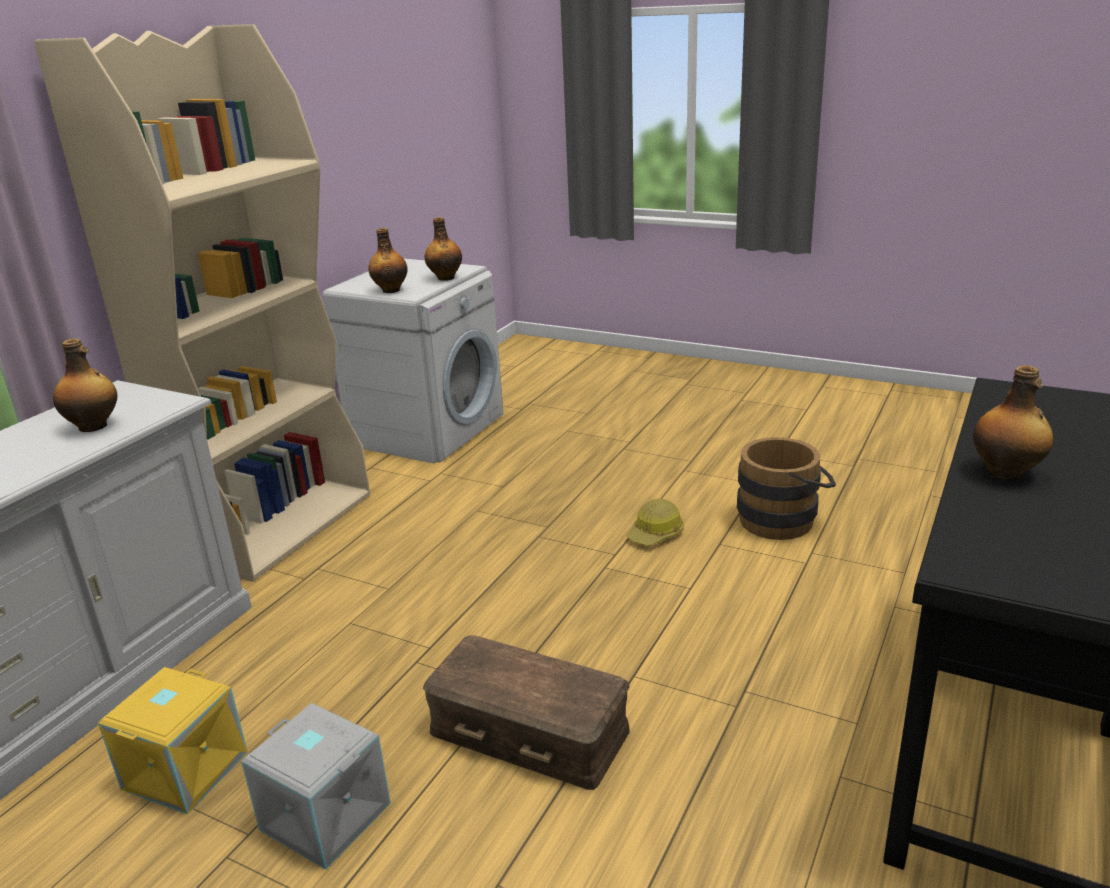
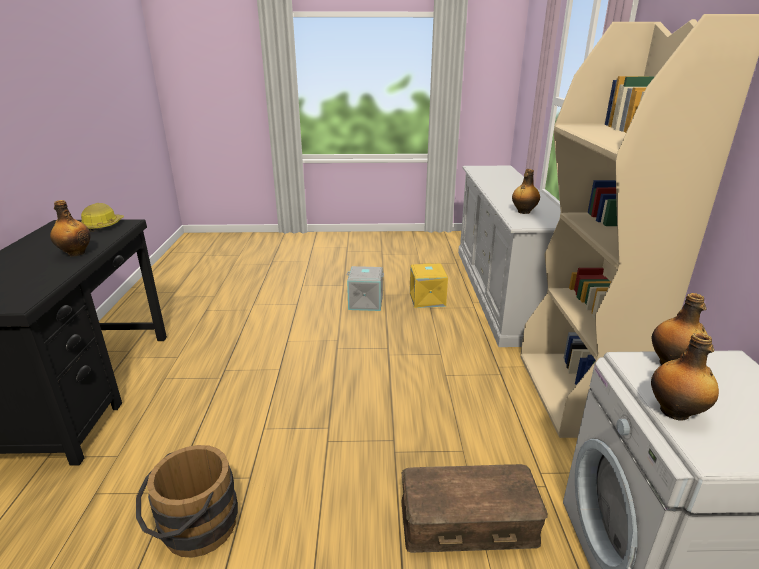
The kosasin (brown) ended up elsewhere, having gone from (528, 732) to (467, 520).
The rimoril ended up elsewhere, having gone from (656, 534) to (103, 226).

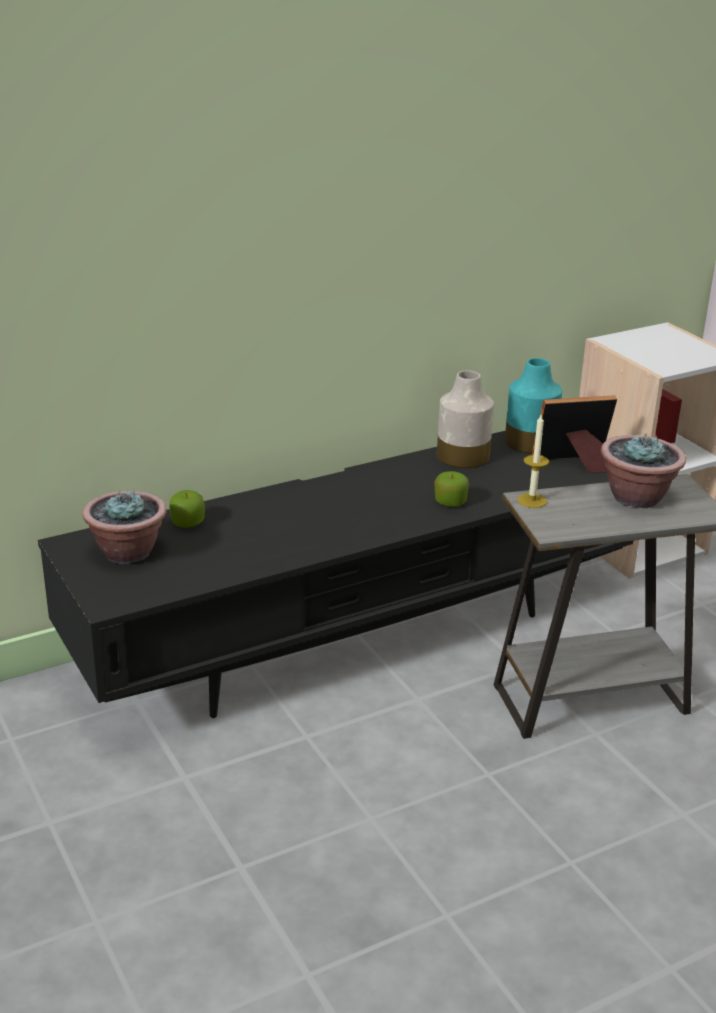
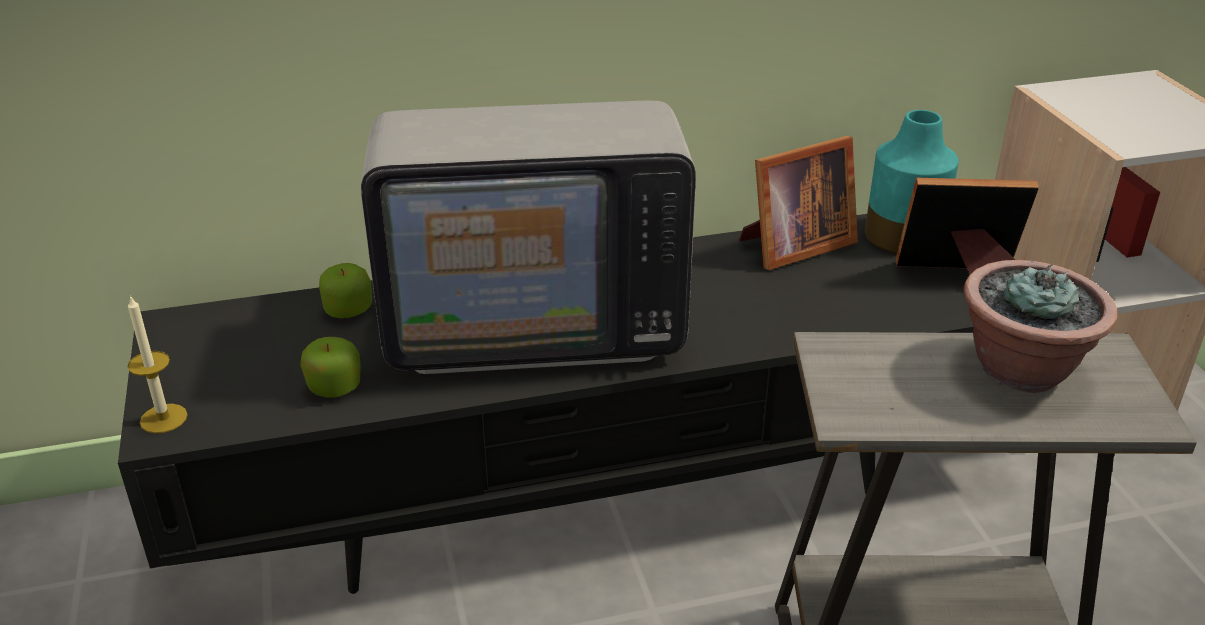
The second view lost the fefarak at (127, 552).
The second view gained the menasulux at (533, 321).
The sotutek ended up elsewhere, having gone from (450, 502) to (334, 387).
The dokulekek ended up elsewhere, having gone from (532, 500) to (163, 418).
Where the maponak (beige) stood at (463, 455), the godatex came to stand at (792, 246).

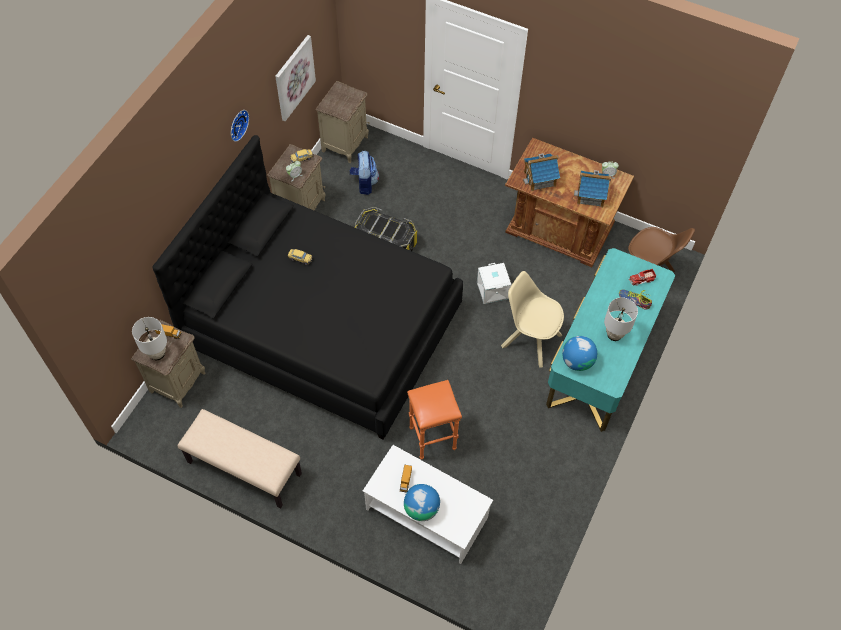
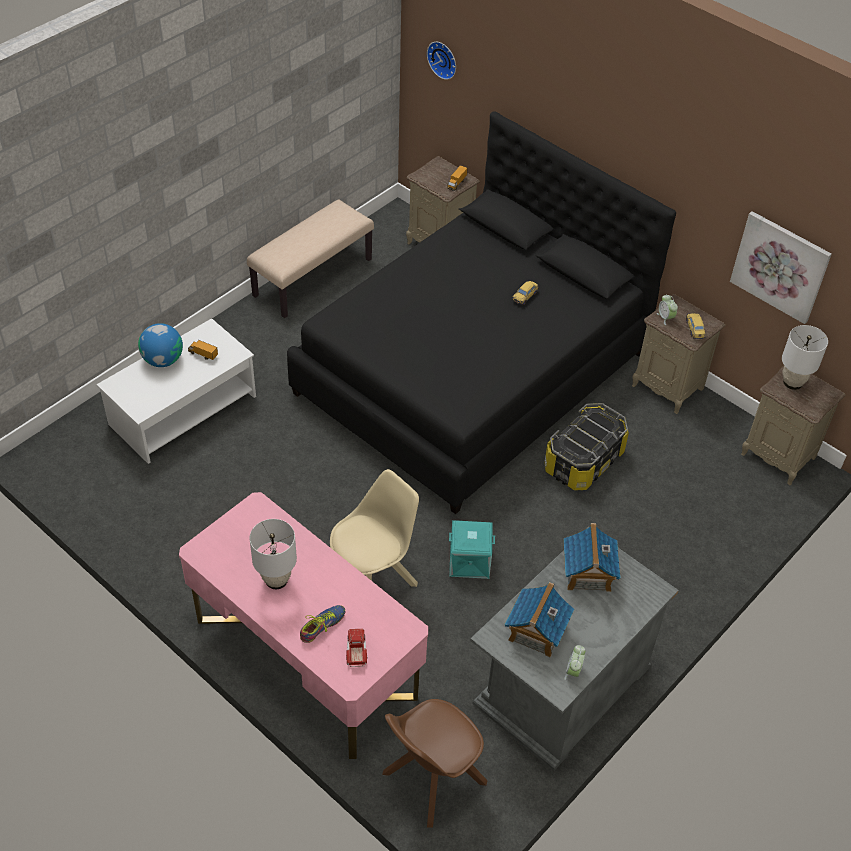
The second view lost the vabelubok at (364, 183).
The second view lost the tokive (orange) at (432, 439).
The second view lost the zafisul at (577, 361).
The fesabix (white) ended up elsewhere, having gone from (157, 353) to (793, 382).
The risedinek ended up elsewhere, having gone from (237, 124) to (443, 59).
What was the kosasin (white) at (492, 290) turned into the kosasin (turquoise) at (470, 560).
What was the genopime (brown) at (560, 228) turned into the genopime (grey) at (561, 684).
What was the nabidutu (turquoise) at (601, 360) turned into the nabidutu (pink) at (306, 658).

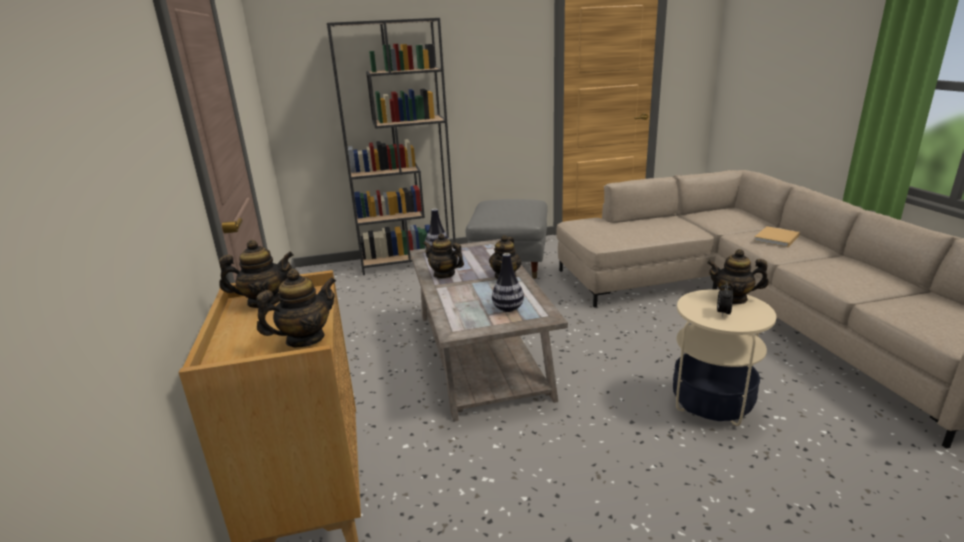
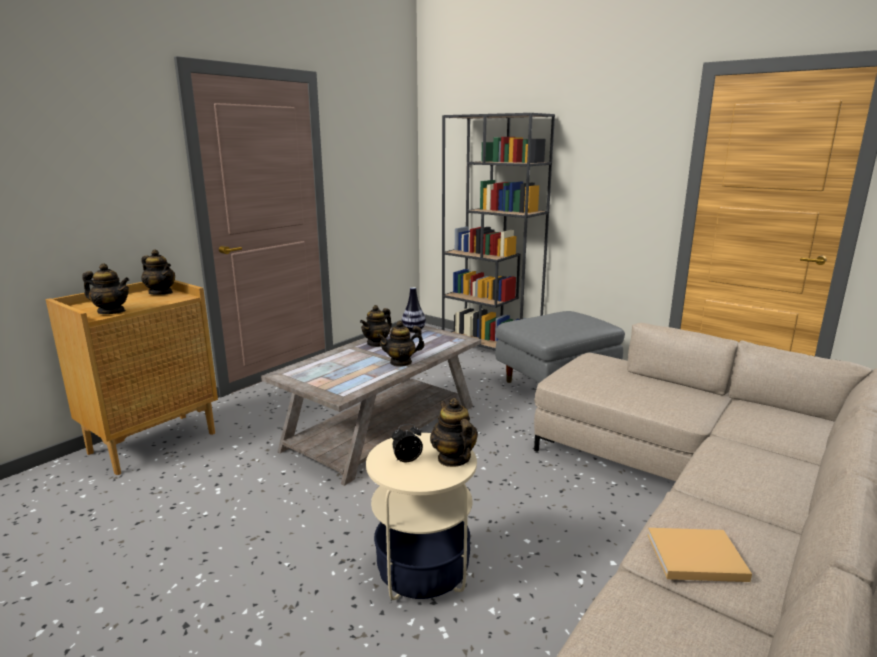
The second view lost the maponak at (508, 309).
The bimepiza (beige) ended up elsewhere, having gone from (776, 239) to (693, 557).
The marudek at (444, 274) ended up facing another way, 135 degrees counterclockwise from before.

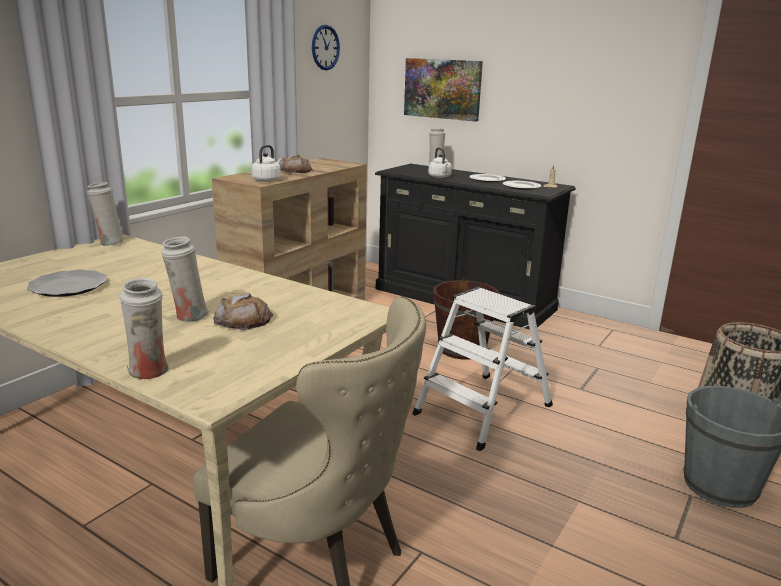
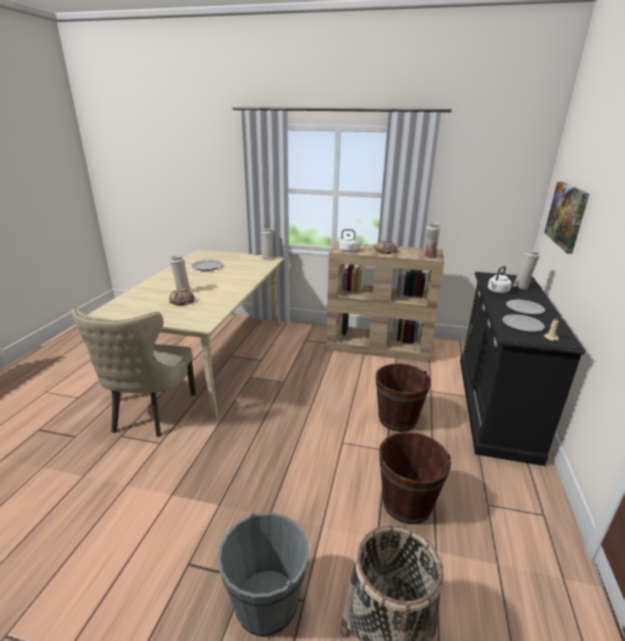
The second view lost the risedinek at (325, 47).
The second view lost the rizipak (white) at (484, 409).
The second view gained the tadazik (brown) at (407, 503).
The maponak (white) ended up elsewhere, having gone from (149, 373) to (430, 256).

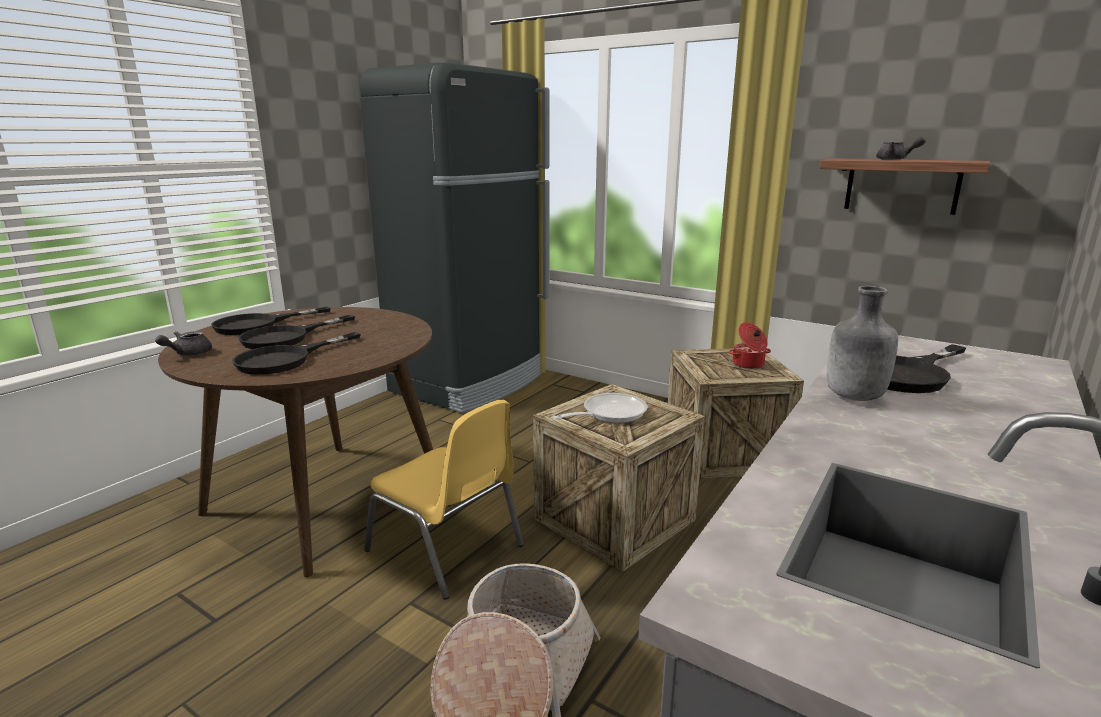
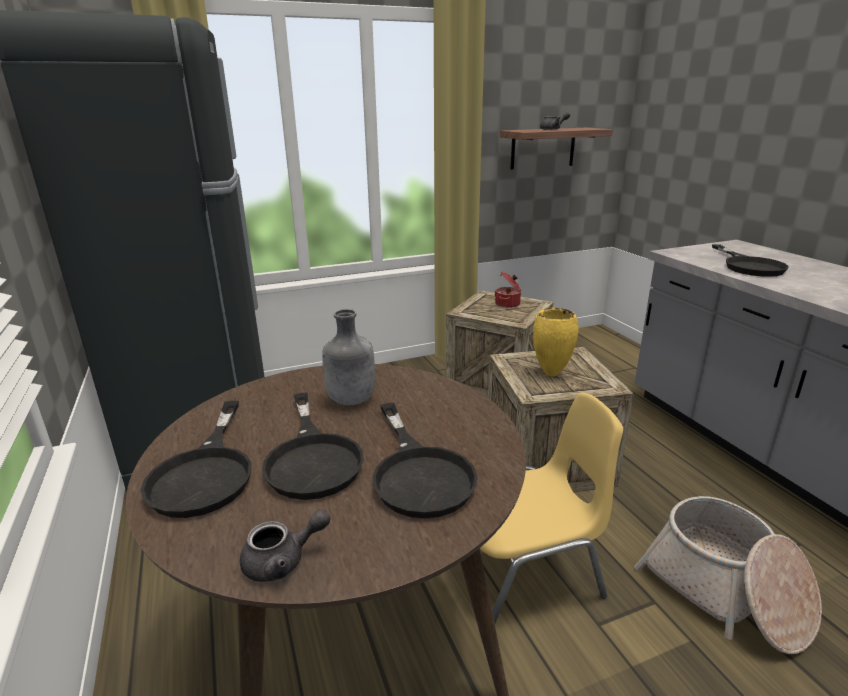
The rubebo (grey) ended up elsewhere, having gone from (853, 397) to (351, 400).
Where the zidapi stood at (609, 413), the maponak (yellow) came to stand at (550, 374).
The marudek (grey) at (188, 354) ended up facing another way, 90 degrees counterclockwise from before.

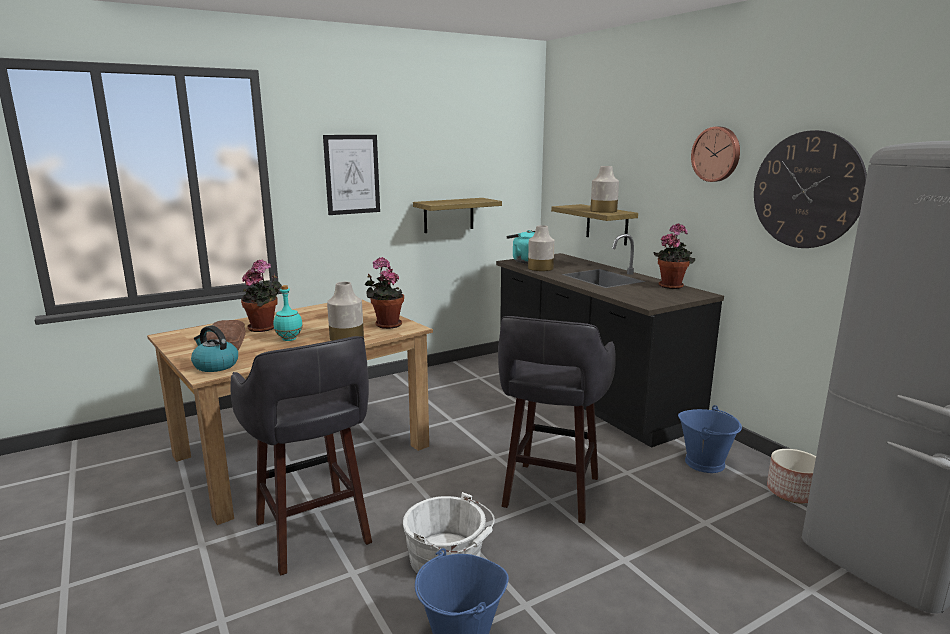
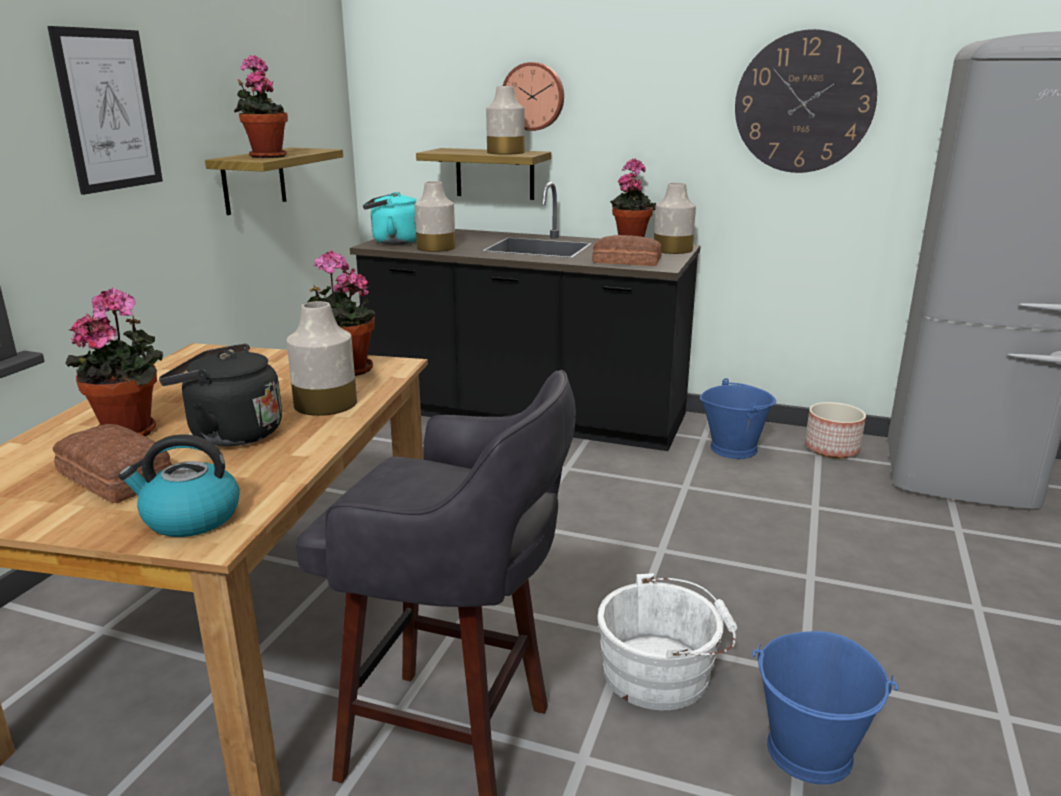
The second view lost the tokive (grey) at (549, 495).
The second view gained the fefarak at (266, 156).
The second view gained the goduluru at (627, 261).
The second view gained the maponak (beige) at (672, 249).
The risedinek ended up elsewhere, having gone from (717, 154) to (533, 96).
Where the rubebo (turquoise) stood at (289, 339), the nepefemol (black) came to stand at (230, 434).

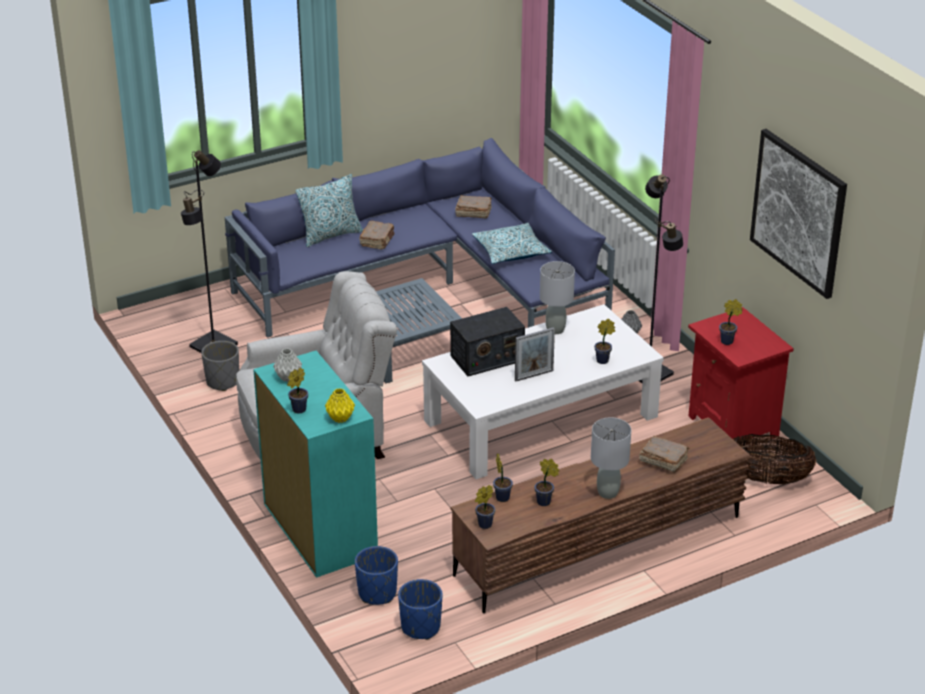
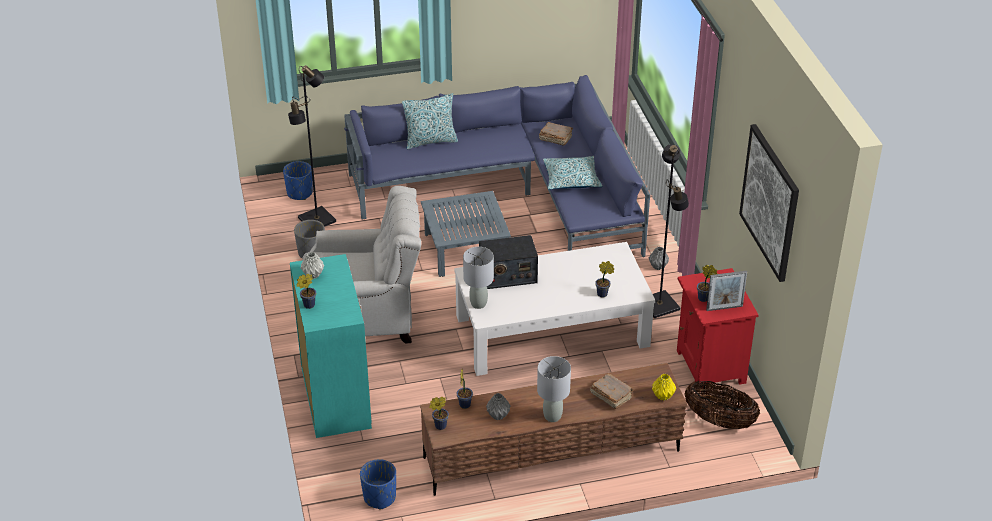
The second view lost the bimepiza (brown) at (377, 241).
The maponak (yellow) ended up elsewhere, having gone from (340, 418) to (663, 396).
The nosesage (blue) ended up elsewhere, having gone from (377, 593) to (299, 193).
The godatex ended up elsewhere, having gone from (534, 375) to (724, 308).
The fesabix (grey) ended up elsewhere, having gone from (555, 329) to (479, 304).
Where the fefarak stood at (545, 502), the maponak (grey) came to stand at (497, 415).

